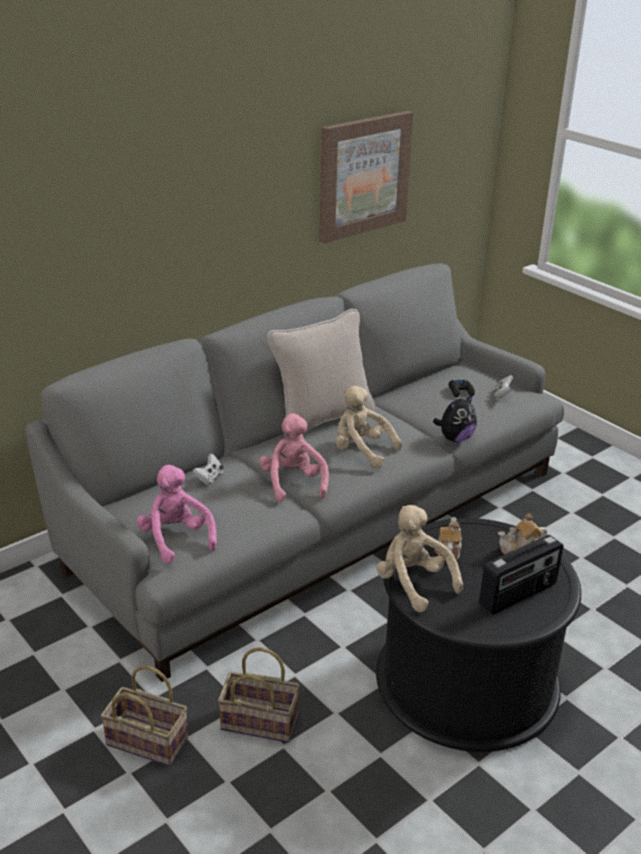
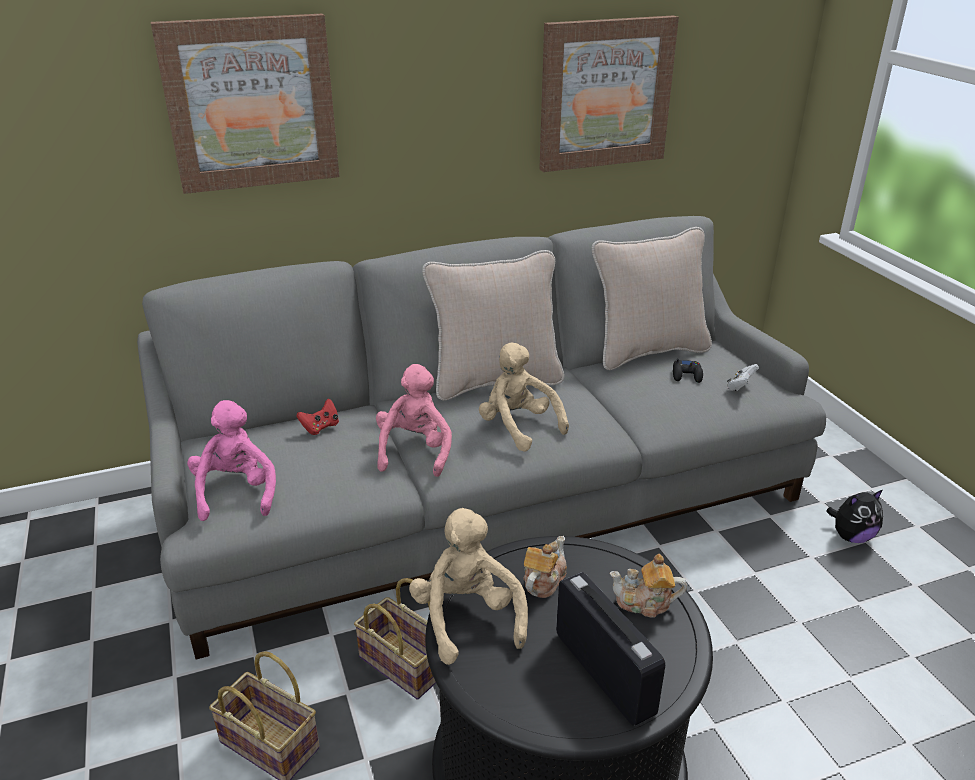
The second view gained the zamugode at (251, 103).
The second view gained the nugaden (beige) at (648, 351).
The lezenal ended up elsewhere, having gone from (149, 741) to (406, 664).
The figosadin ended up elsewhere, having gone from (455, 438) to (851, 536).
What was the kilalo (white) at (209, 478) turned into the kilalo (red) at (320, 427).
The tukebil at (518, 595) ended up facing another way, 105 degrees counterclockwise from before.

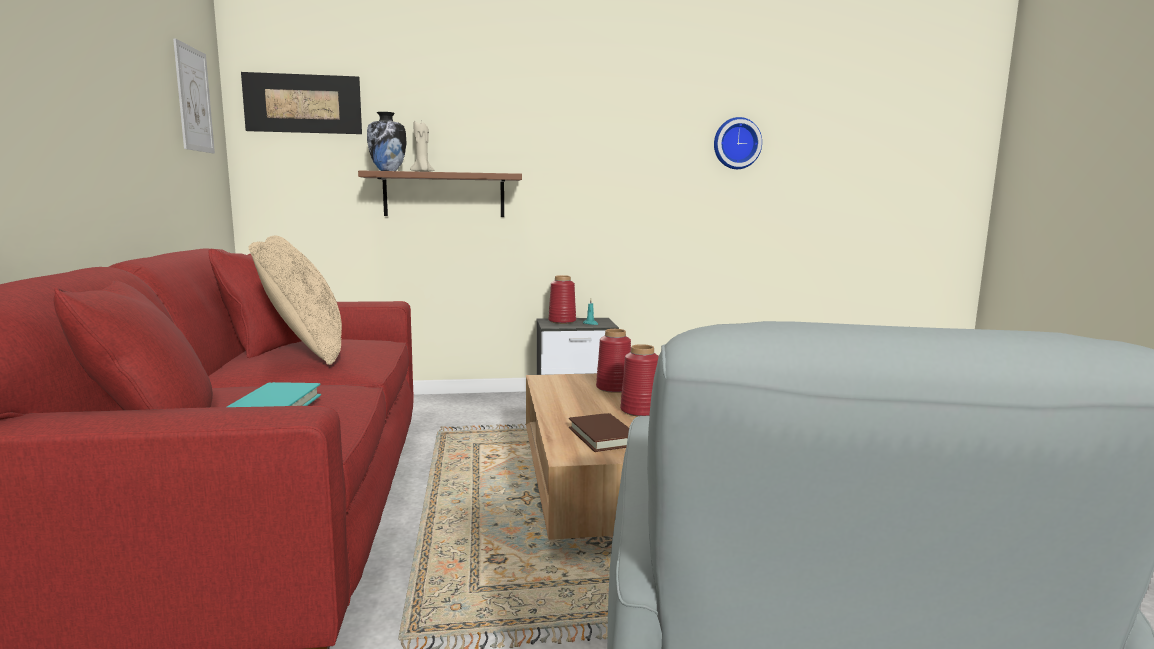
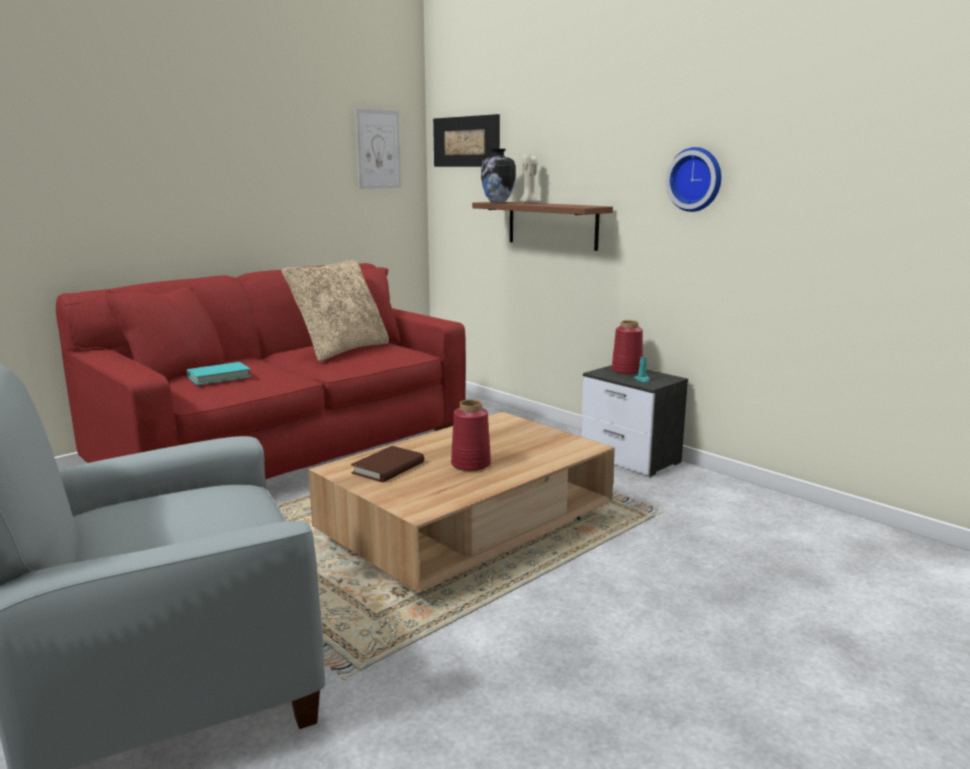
The second view lost the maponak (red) at (613, 388).
The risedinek ended up elsewhere, having gone from (736, 143) to (696, 179).

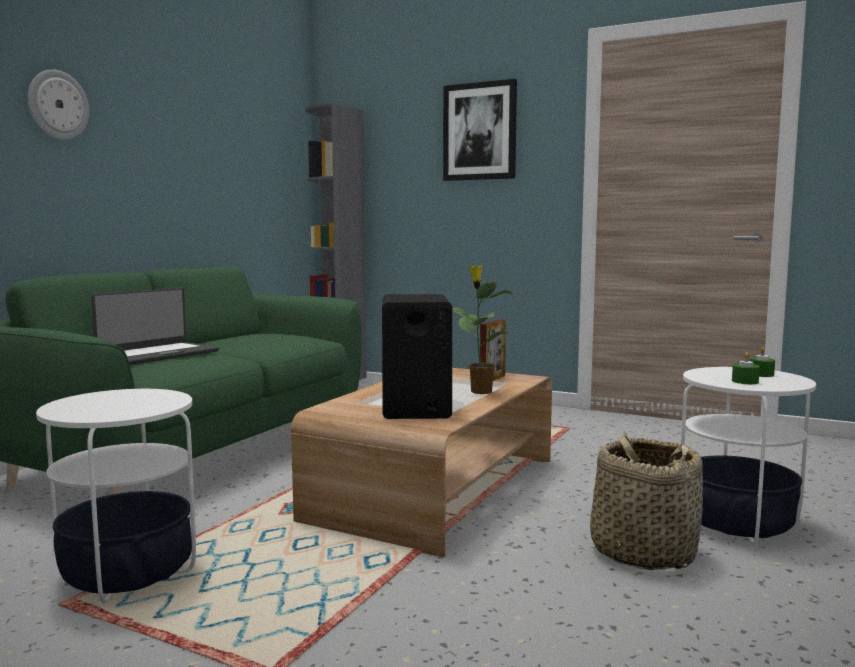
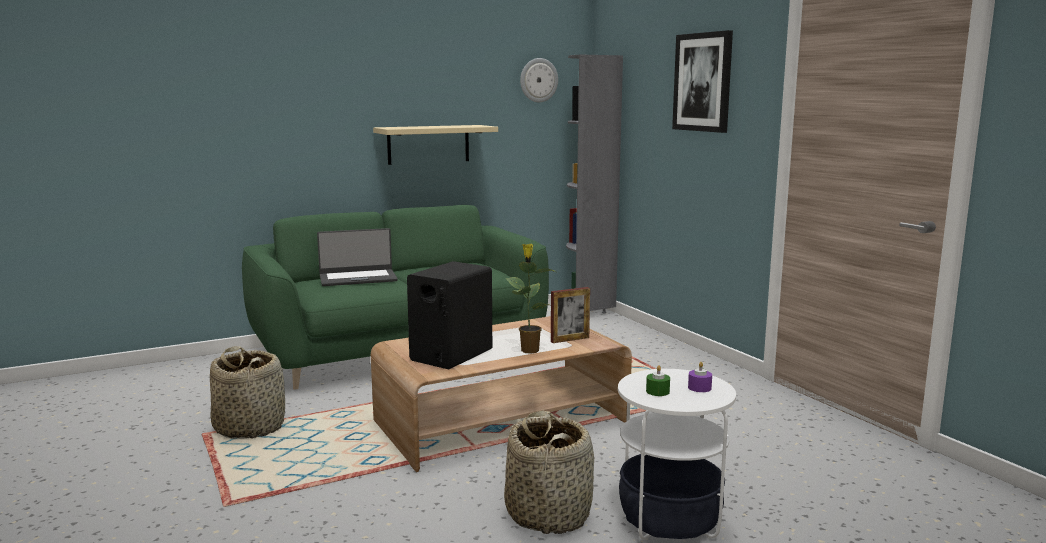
The second view gained the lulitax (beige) at (428, 144).
The risedinek ended up elsewhere, having gone from (57, 105) to (538, 80).
Where the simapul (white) stood at (127, 575), the lezenal came to stand at (250, 427).
What was the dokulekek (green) at (761, 374) turned into the dokulekek (purple) at (699, 388).

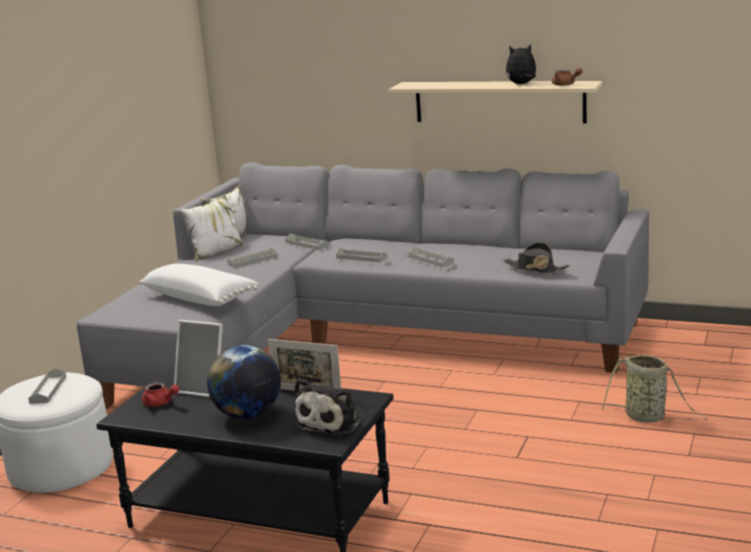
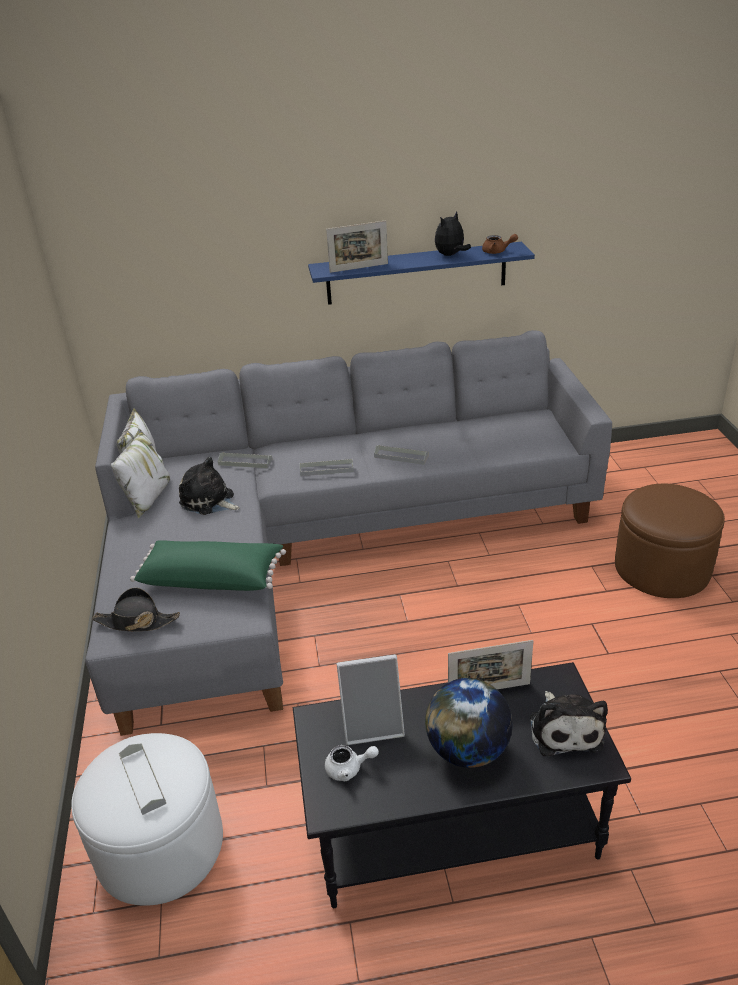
The second view gained the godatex at (359, 268).
The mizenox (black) ended up elsewhere, having gone from (535, 268) to (136, 621).
Where the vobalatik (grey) stood at (252, 260), the figosadin came to stand at (209, 501).
Where the lezenal stood at (648, 417), the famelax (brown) came to stand at (662, 568).
What was the nugaden (white) at (200, 298) turned into the nugaden (green) at (212, 577).
What was the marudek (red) at (160, 403) turned into the marudek (white) at (349, 769).
What was the lulitax (beige) at (499, 102) turned into the lulitax (blue) at (416, 273).

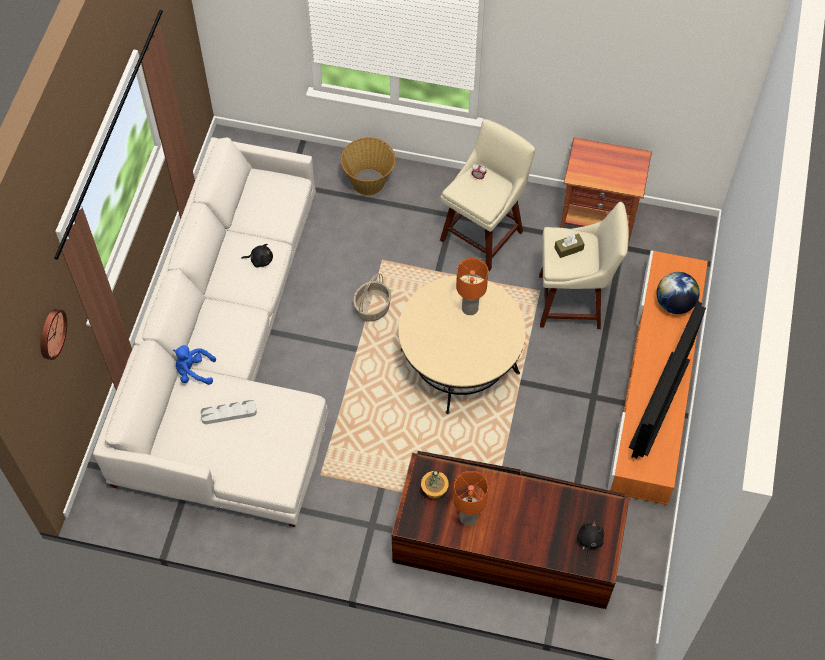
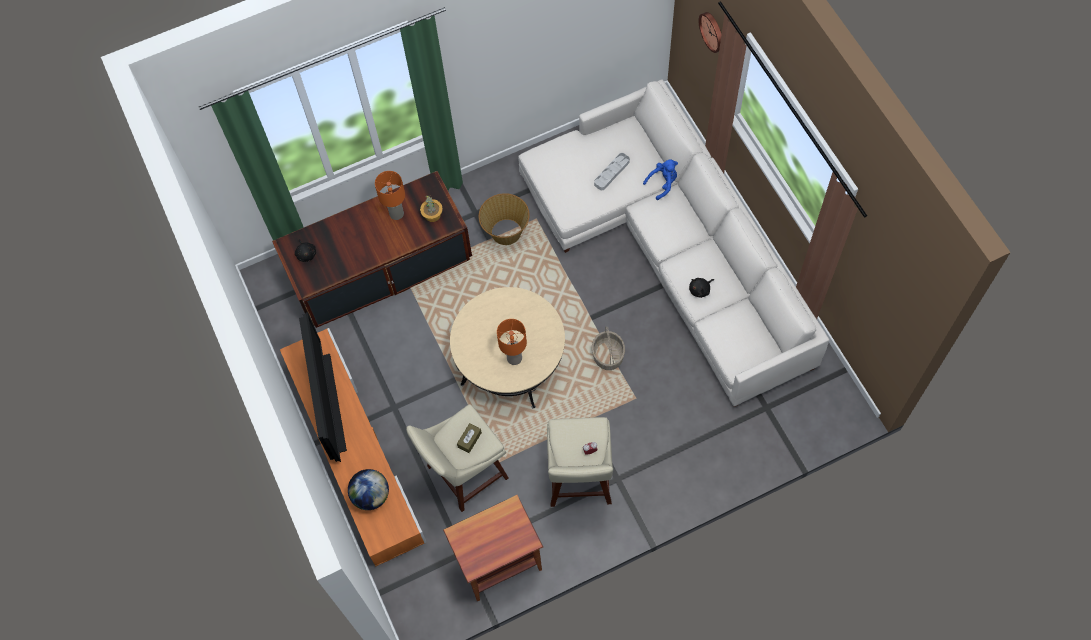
The lezenal ended up elsewhere, having gone from (369, 182) to (506, 232).

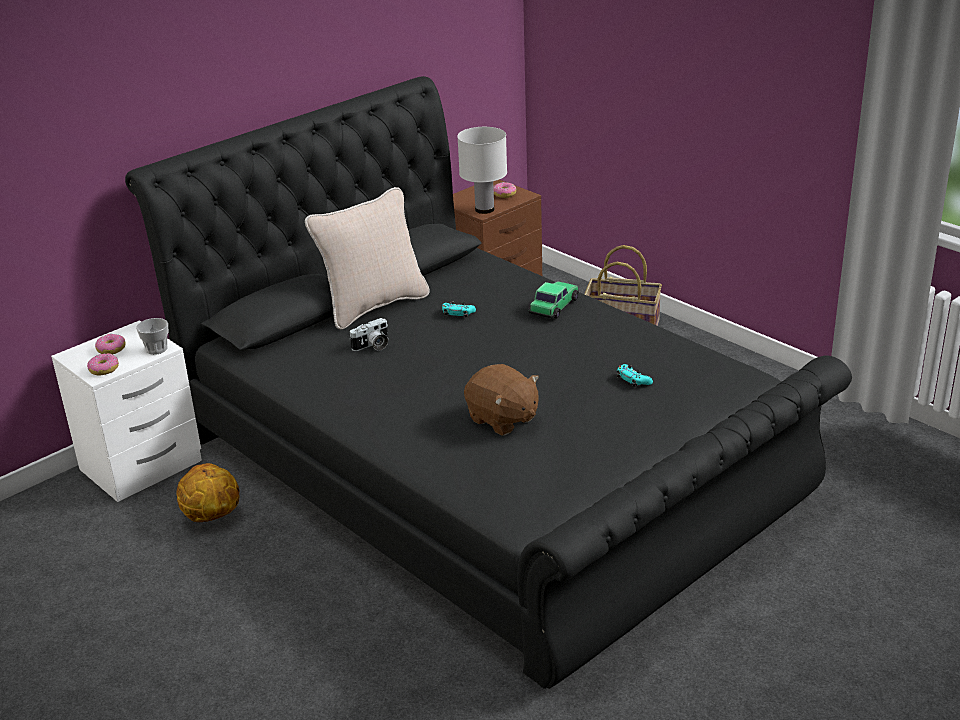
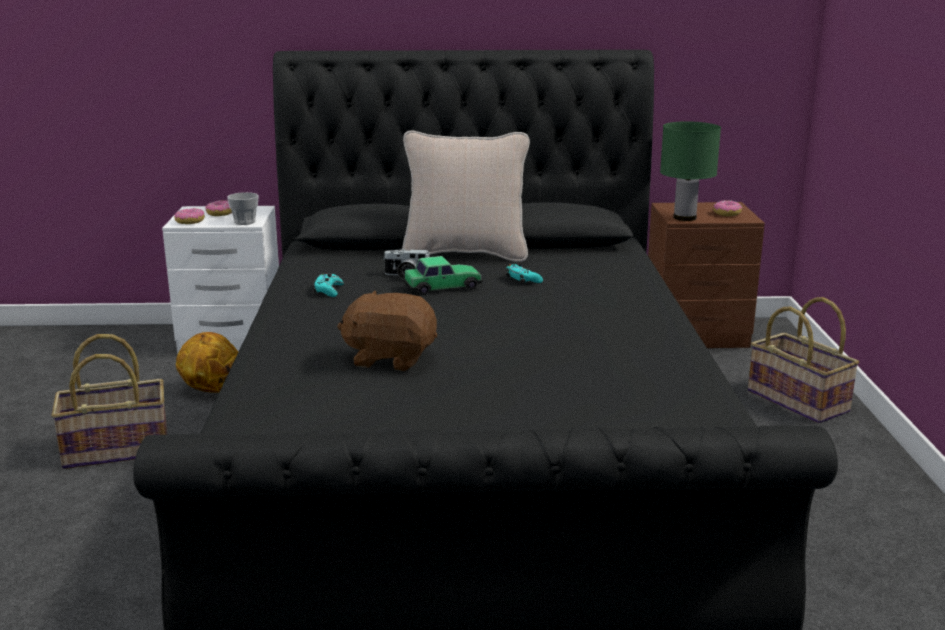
The second view gained the lezenal at (117, 449).
The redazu ended up elsewhere, having gone from (554, 306) to (443, 287).
The kilalo (turquoise) ended up elsewhere, having gone from (633, 380) to (328, 290).
What was the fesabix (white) at (485, 210) turned into the fesabix (green) at (684, 218).
The figosadin (brown) at (502, 419) ended up facing another way, 105 degrees clockwise from before.

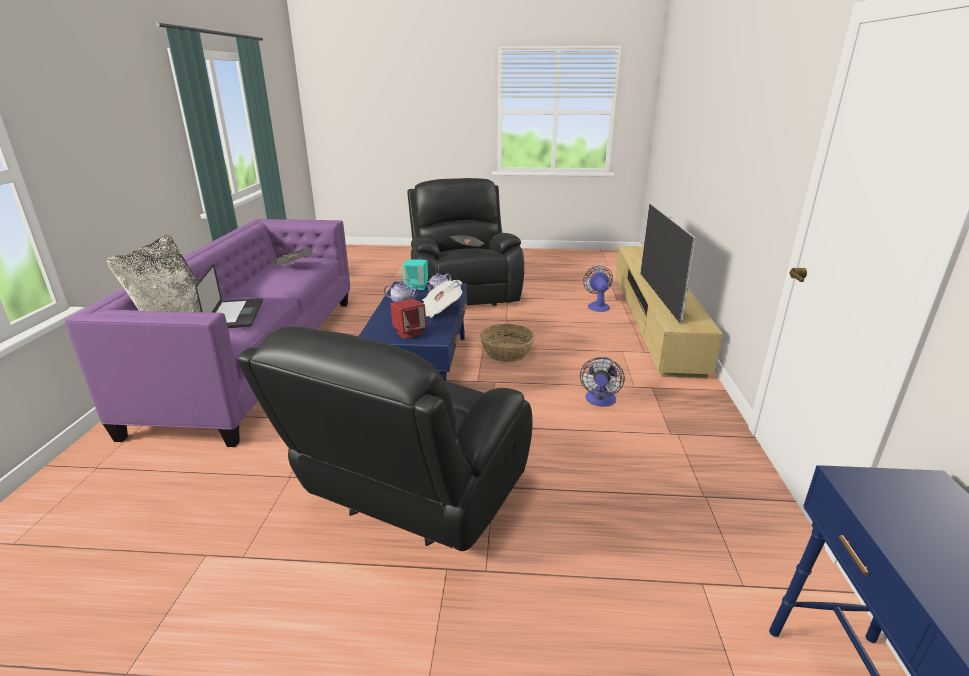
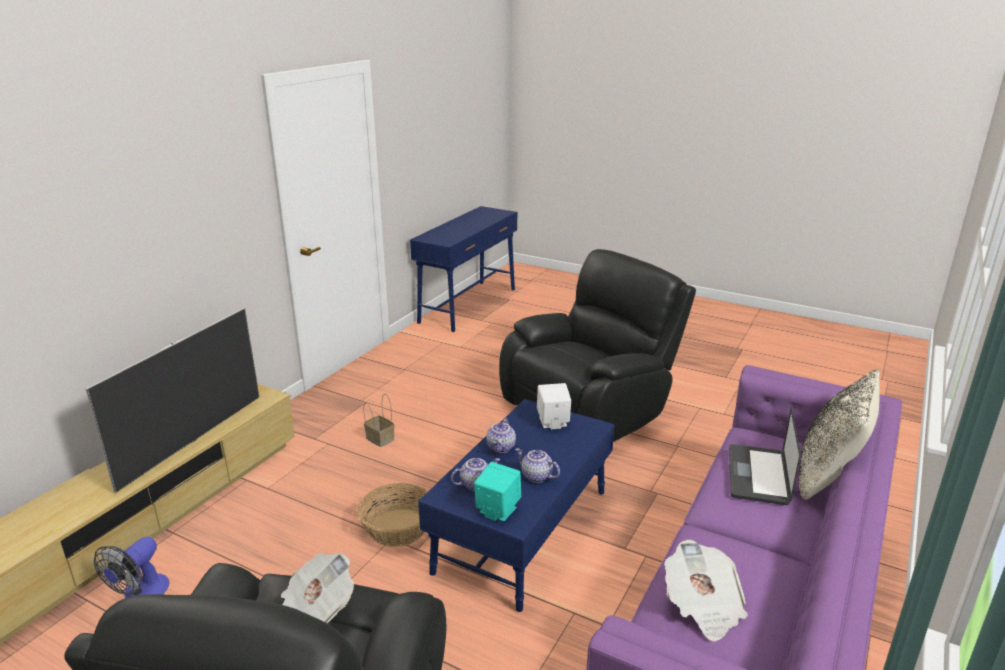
Where the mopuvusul stood at (438, 311), the marudek came to stand at (501, 448).
Where the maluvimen stood at (600, 401), the lezenal came to stand at (379, 439).
What was the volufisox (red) at (409, 333) turned into the volufisox (white) at (553, 422).

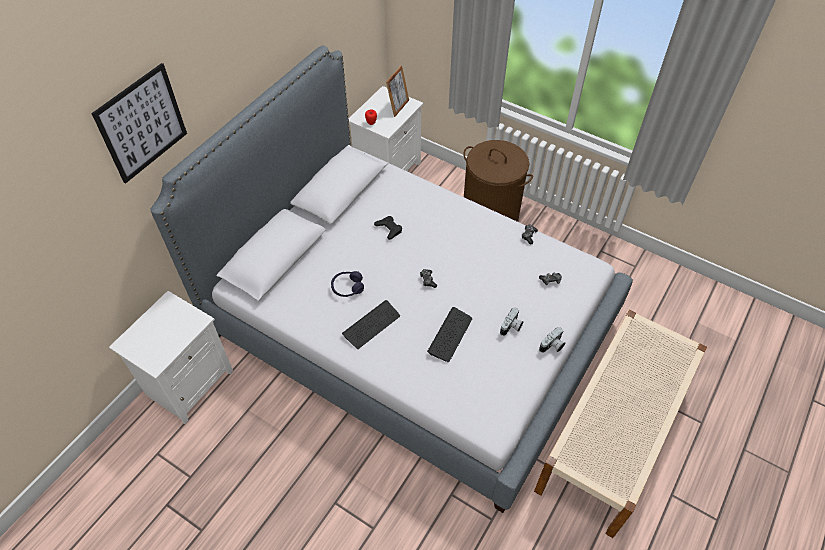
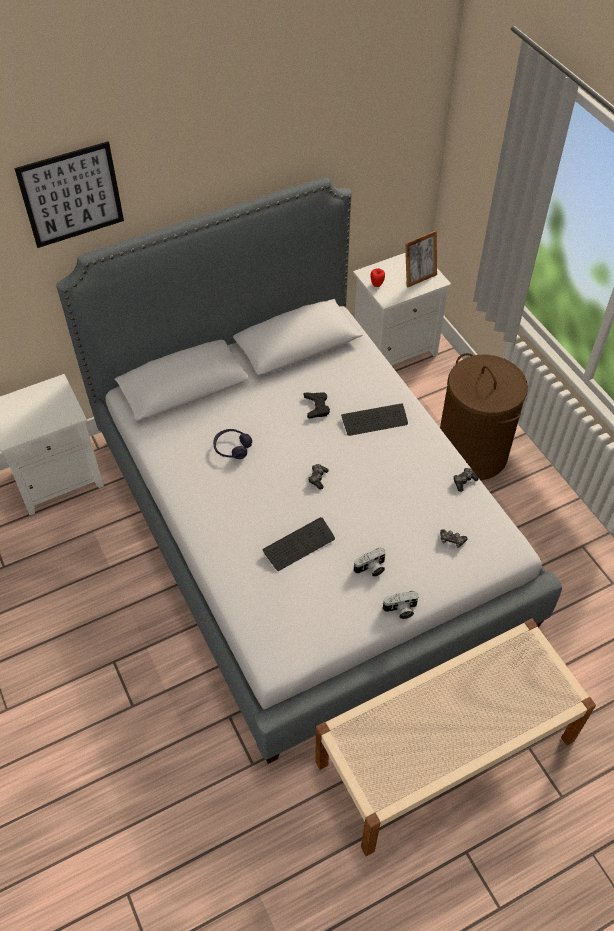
The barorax ended up elsewhere, having gone from (371, 325) to (374, 420).

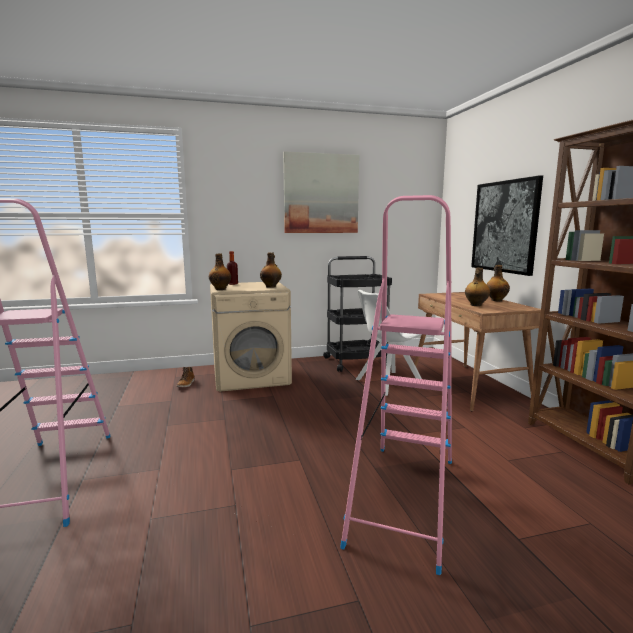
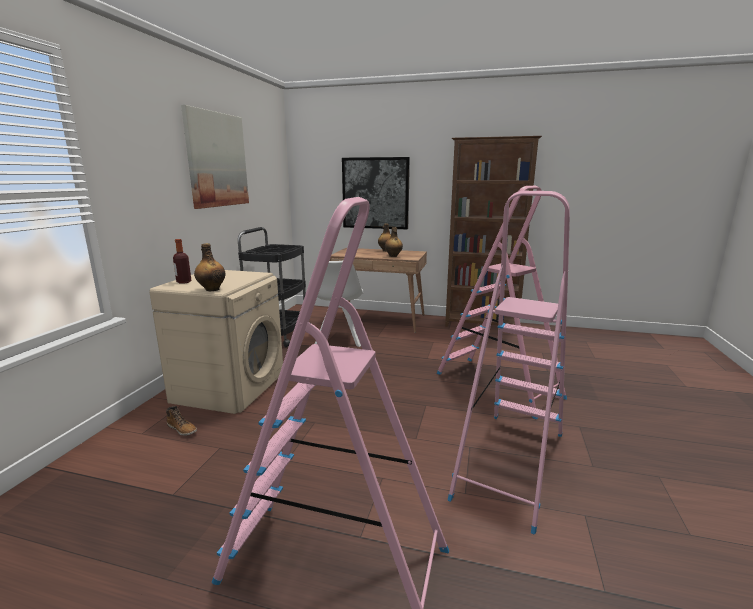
The second view lost the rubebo at (271, 286).
The second view gained the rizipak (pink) at (511, 463).

